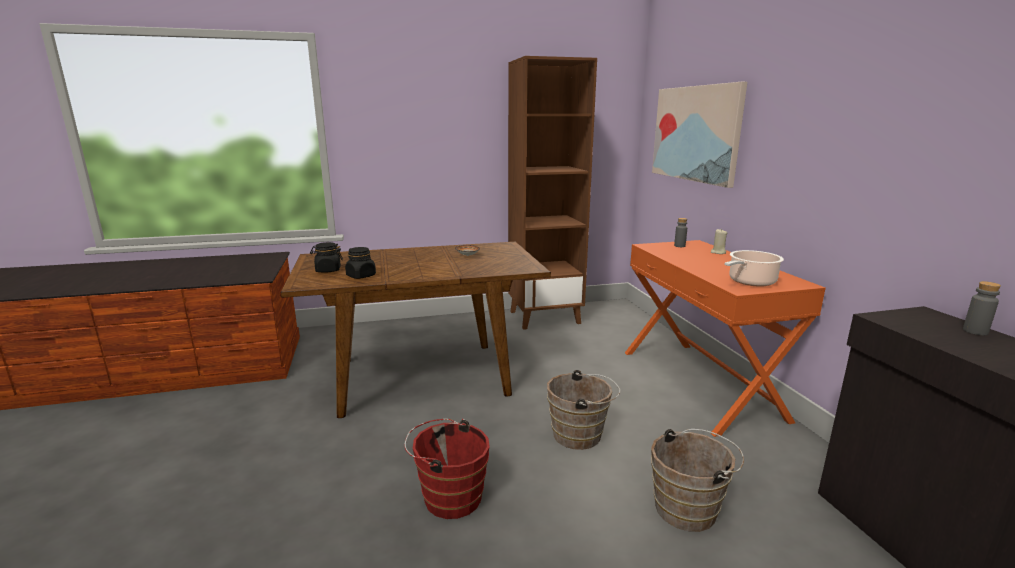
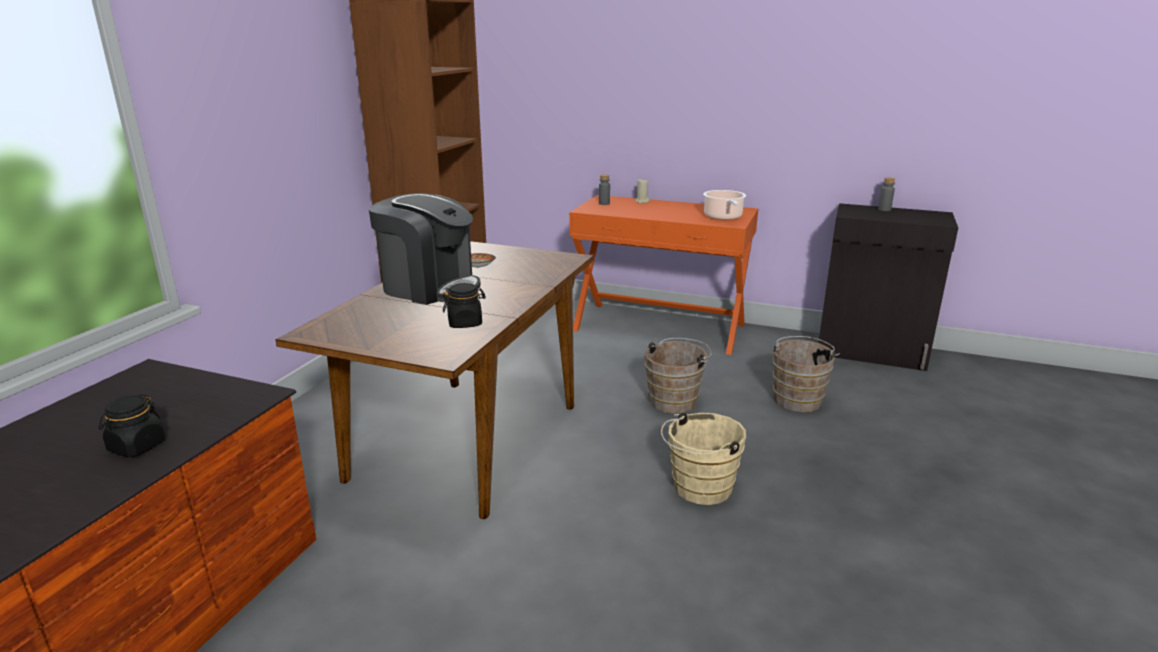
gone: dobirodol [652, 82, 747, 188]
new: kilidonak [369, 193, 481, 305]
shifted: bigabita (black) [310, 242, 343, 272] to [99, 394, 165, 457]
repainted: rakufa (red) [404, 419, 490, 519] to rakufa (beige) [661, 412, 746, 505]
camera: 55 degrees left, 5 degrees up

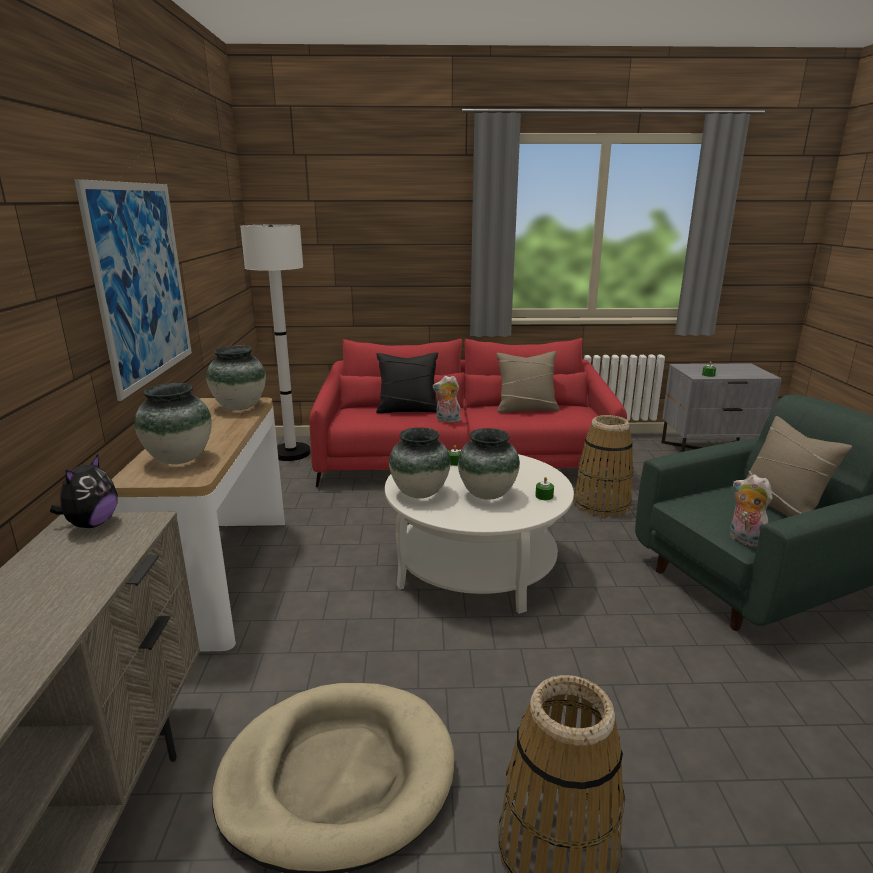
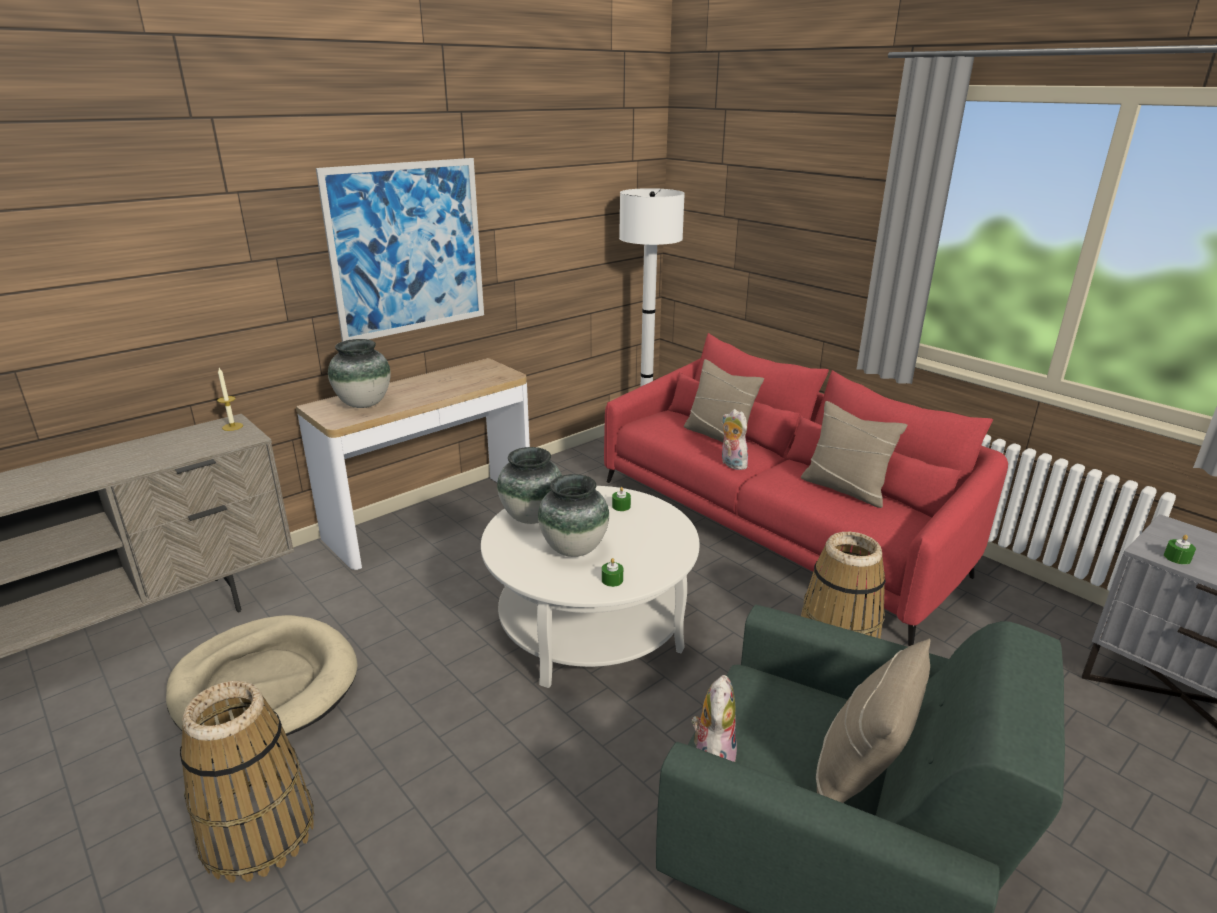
gone: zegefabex [206, 346, 266, 410]
swapped: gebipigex [50, 454, 118, 528] to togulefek [217, 368, 243, 431]
repainted: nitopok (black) [376, 352, 438, 413] to nitopok (beige) [684, 359, 764, 442]
camera: 50 degrees right, 5 degrees up

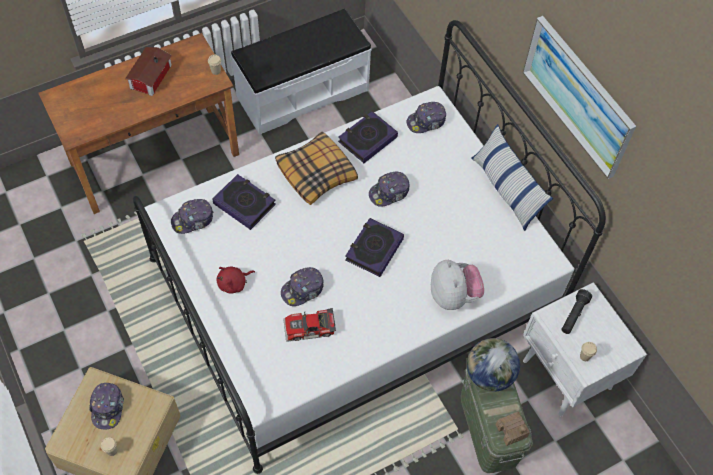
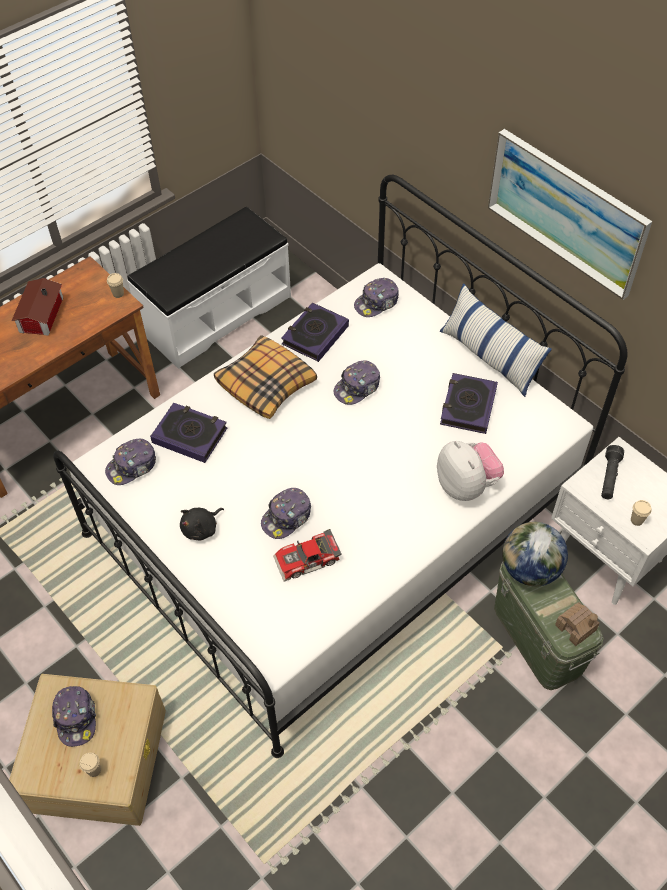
shifted: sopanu [345, 218, 404, 277] to [440, 373, 498, 434]
repainted: gebipigex (red) [216, 266, 255, 294] to gebipigex (black) [180, 508, 224, 540]
camera: 10 degrees left, 5 degrees down

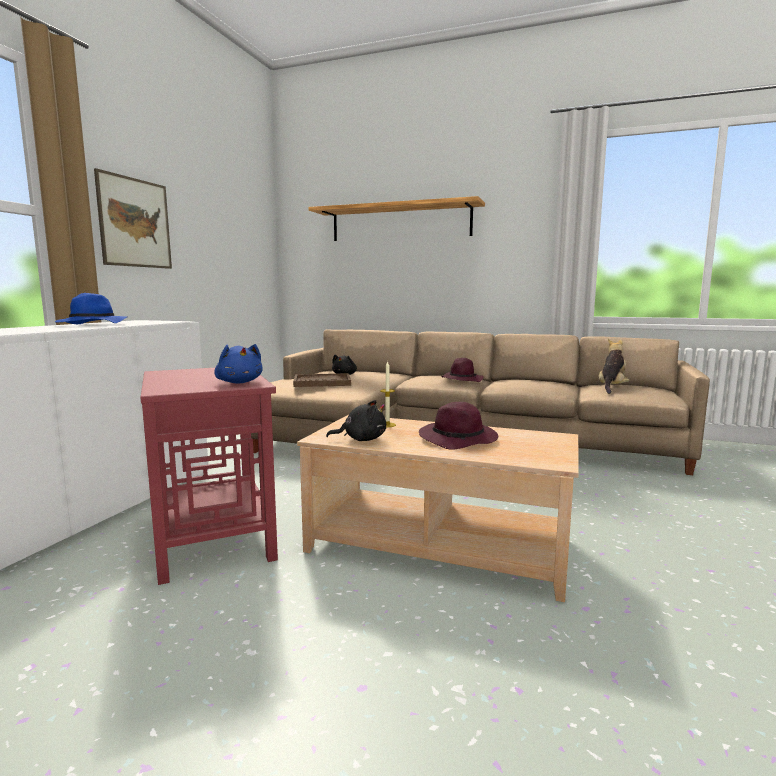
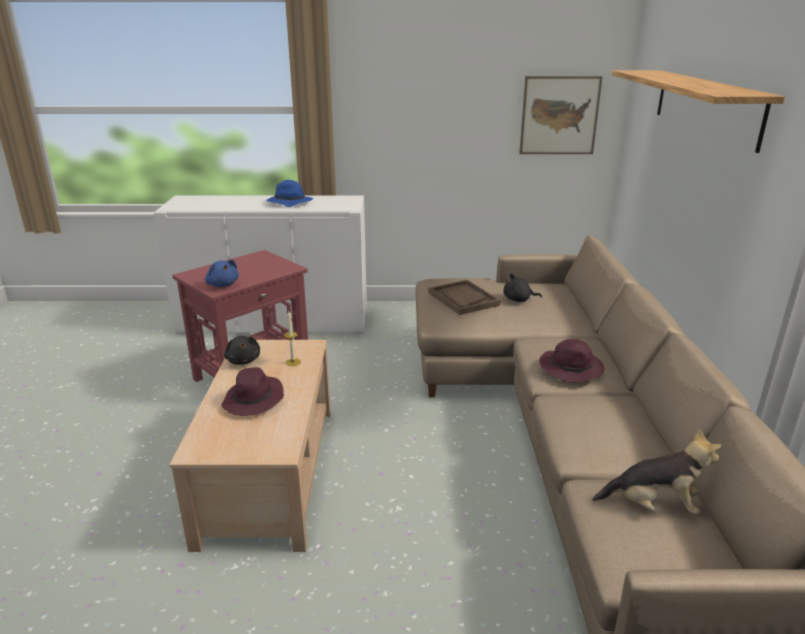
shifted: dobirodol [94, 168, 172, 269] to [519, 76, 603, 154]
rotated: gebipigex (blue) [214, 344, 263, 383] = [205, 260, 239, 287] 75 degrees counterclockwise
camera: 70 degrees right, 15 degrees up

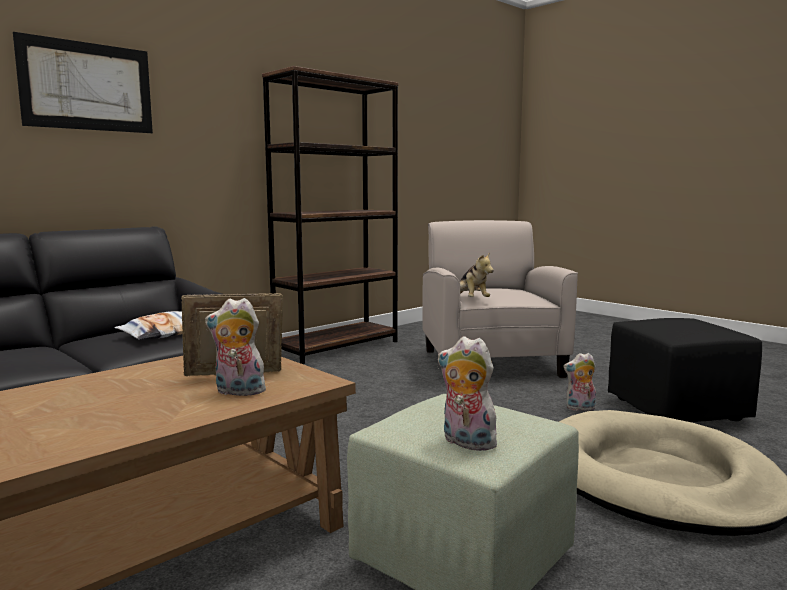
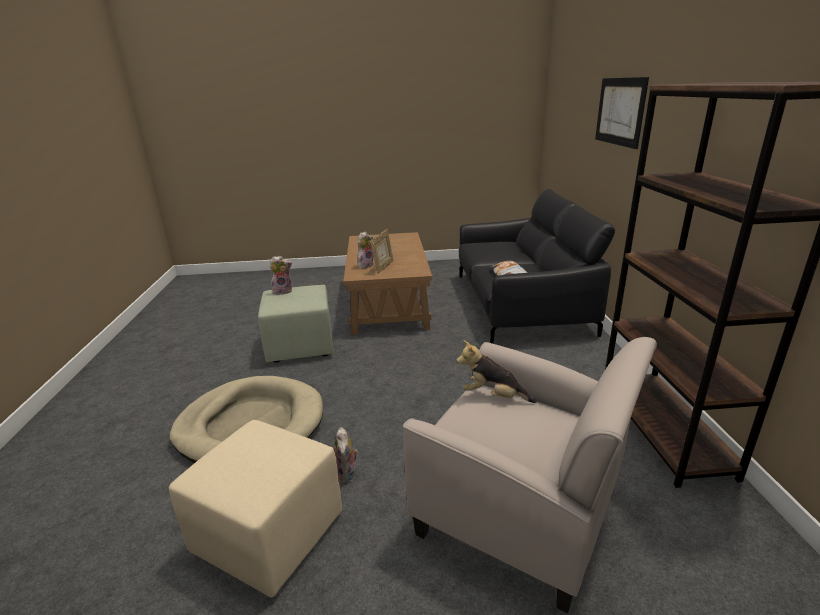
repainted: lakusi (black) [608, 318, 762, 422] to lakusi (beige) [168, 420, 343, 597]
rotated: gebipigex [563, 353, 596, 411] = [335, 427, 358, 484] 135 degrees clockwise
camera: 130 degrees right, 15 degrees up

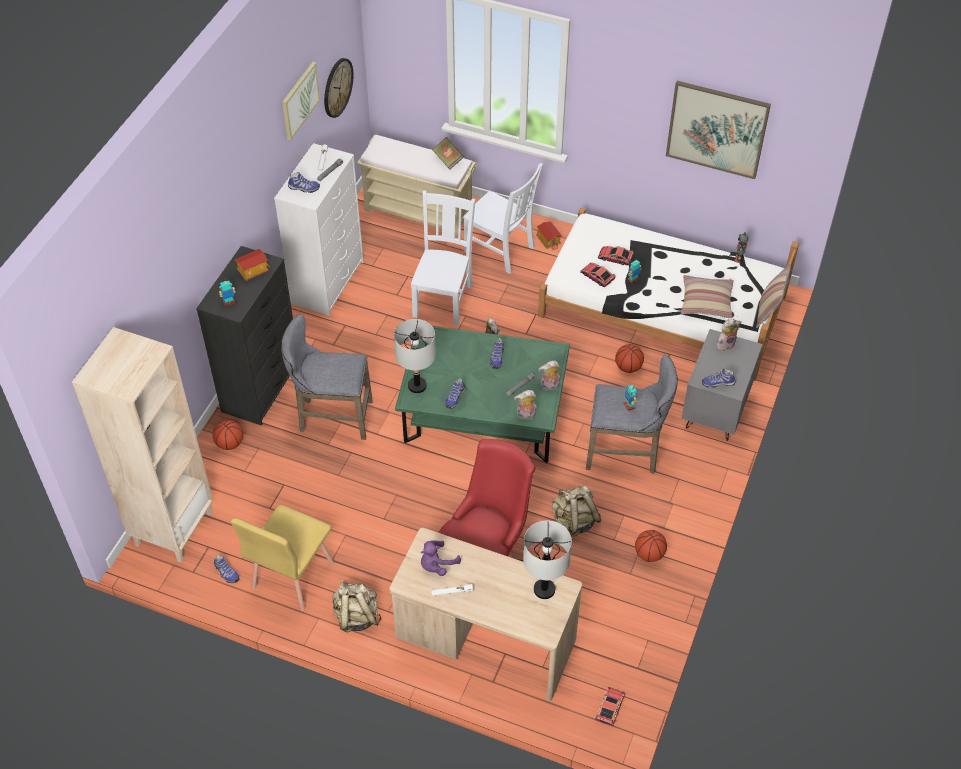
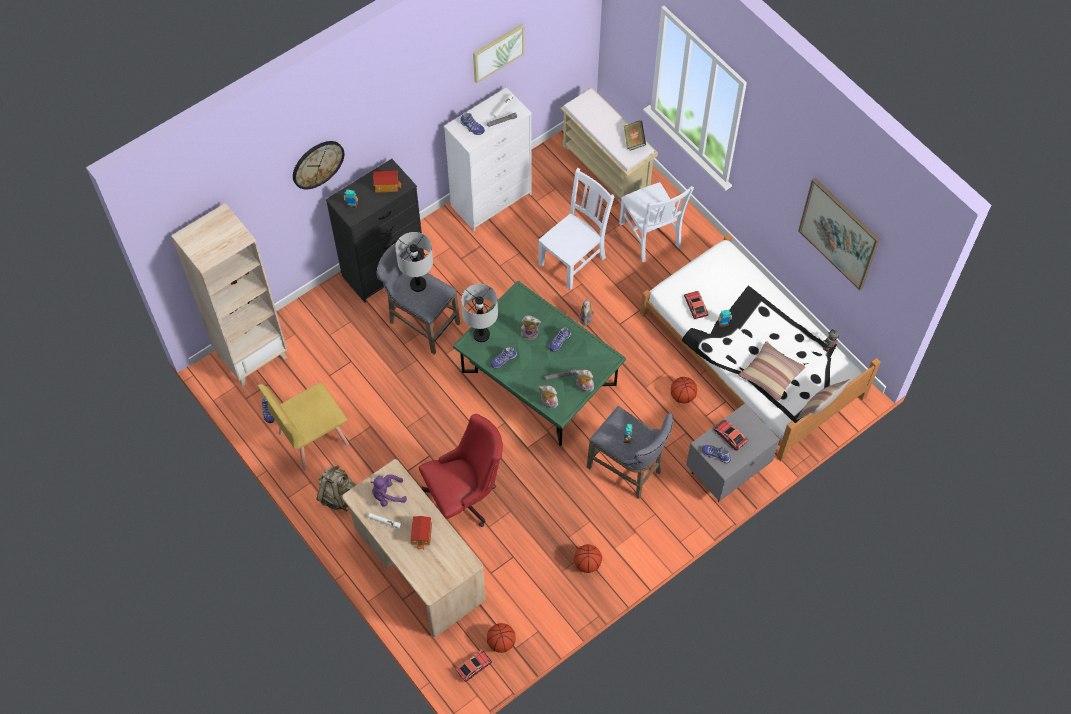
gone: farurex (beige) [552, 485, 601, 537]
shifted: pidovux [324, 58, 354, 118] to [293, 141, 344, 189]; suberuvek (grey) [523, 521, 572, 599] to [395, 232, 433, 292]; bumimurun [536, 221, 562, 251] to [411, 516, 432, 549]; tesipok [213, 420, 243, 450] to [487, 623, 516, 653]; gebipigex [717, 319, 742, 351] to [521, 315, 541, 340]; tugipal [598, 246, 634, 265] to [714, 420, 748, 451]
camera: 30 degrees right, 10 degrees up

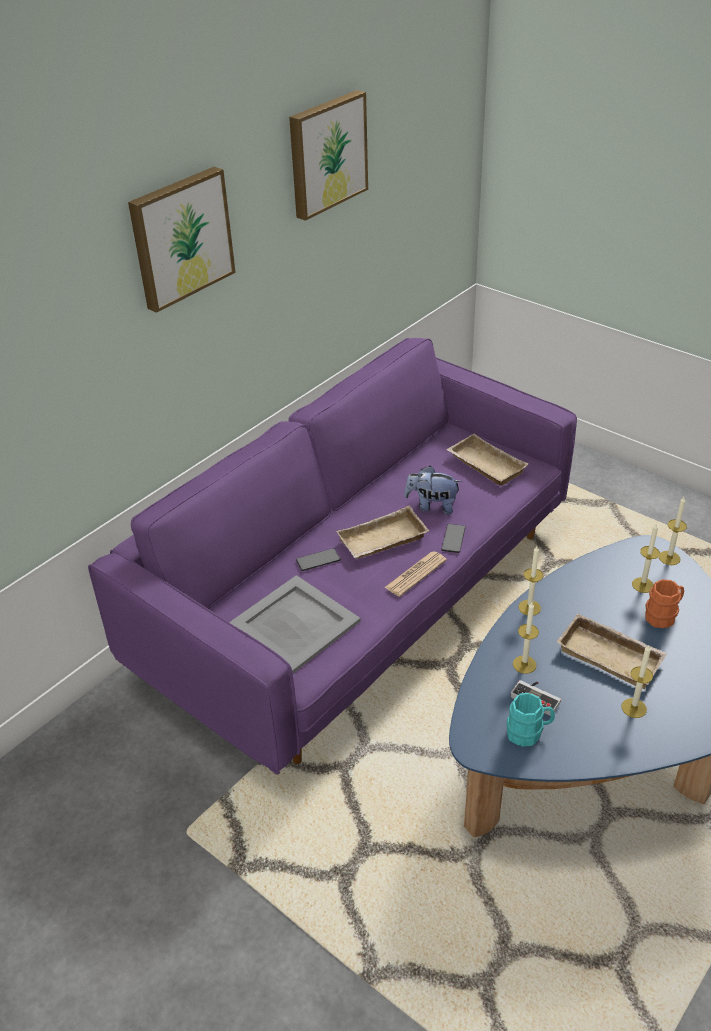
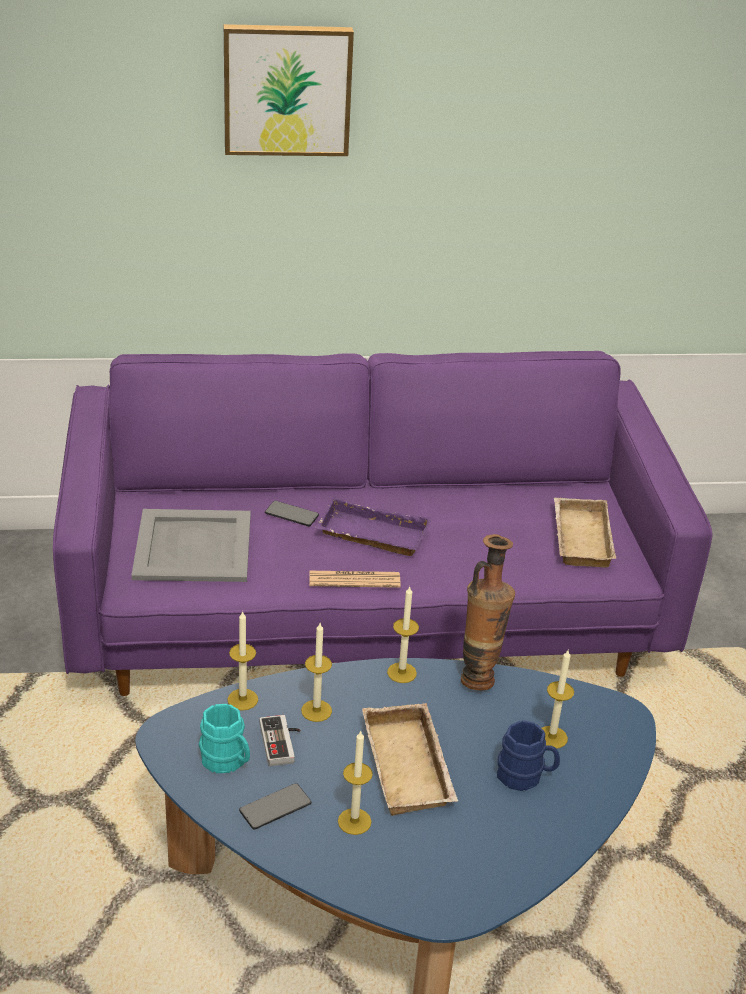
gone: dobirodol [289, 90, 368, 221]; gebipigex [404, 466, 462, 515]
new: zegefabex [461, 534, 515, 690]
shifted: togulefek [659, 497, 687, 565] to [228, 611, 258, 710]; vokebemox [441, 524, 466, 553] to [239, 783, 311, 830]
repainted: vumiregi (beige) [336, 506, 429, 559] to vumiregi (purple) [315, 497, 432, 556]; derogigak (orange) [645, 579, 684, 628] to derogigak (blue) [497, 720, 560, 791]
camera: 40 degrees right, 5 degrees down

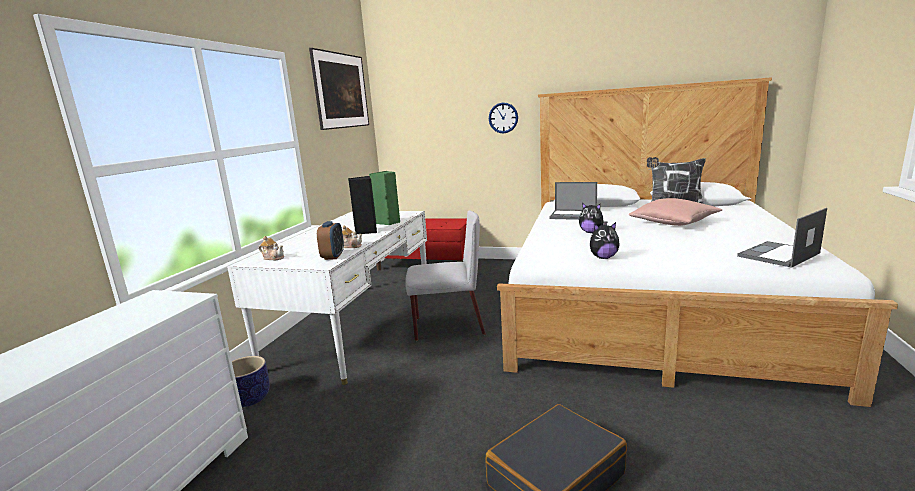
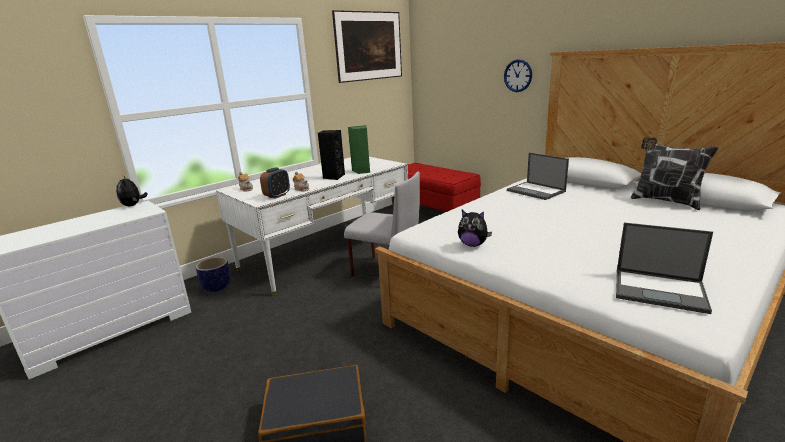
gone: nitopok (pink) [629, 198, 722, 226]
shifted: gebipigex [579, 203, 608, 233] to [116, 175, 148, 206]
rotated: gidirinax [737, 208, 827, 268] = [616, 223, 713, 314] 150 degrees counterclockwise
camera: 30 degrees right, 5 degrees up

